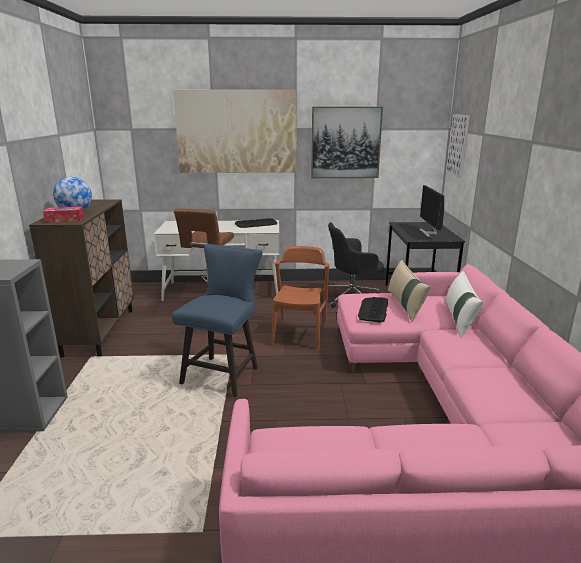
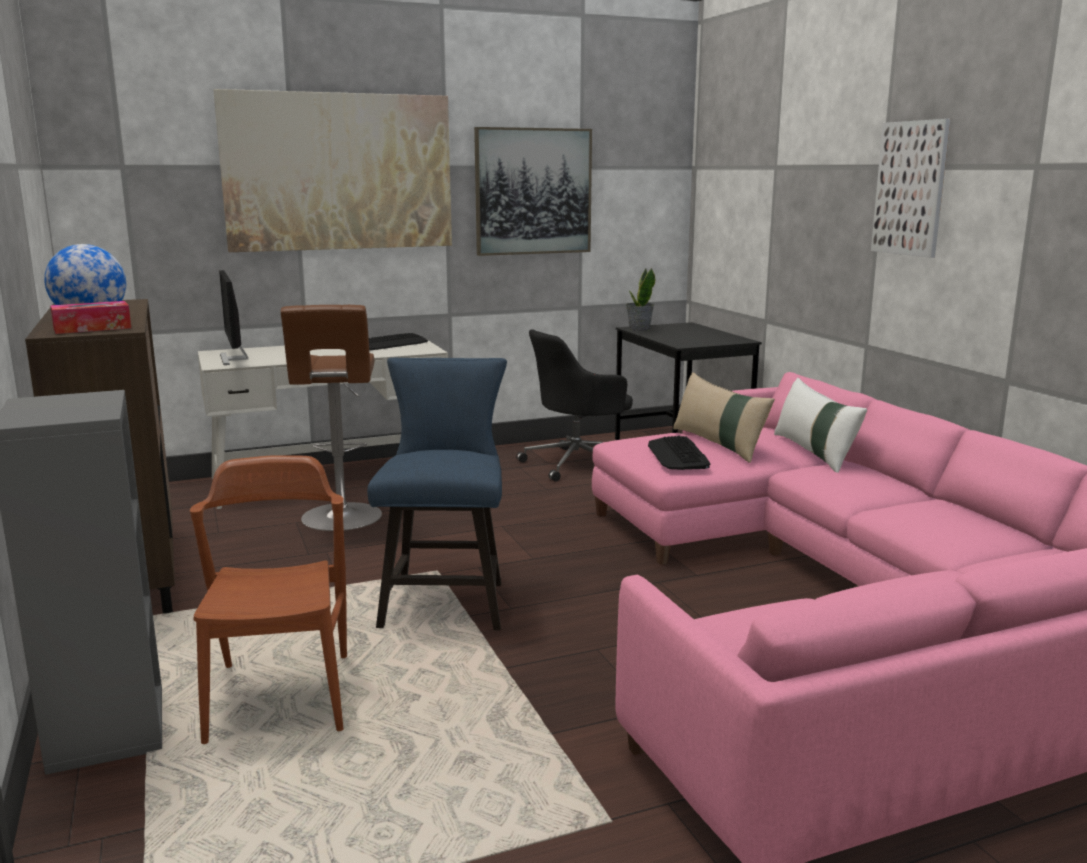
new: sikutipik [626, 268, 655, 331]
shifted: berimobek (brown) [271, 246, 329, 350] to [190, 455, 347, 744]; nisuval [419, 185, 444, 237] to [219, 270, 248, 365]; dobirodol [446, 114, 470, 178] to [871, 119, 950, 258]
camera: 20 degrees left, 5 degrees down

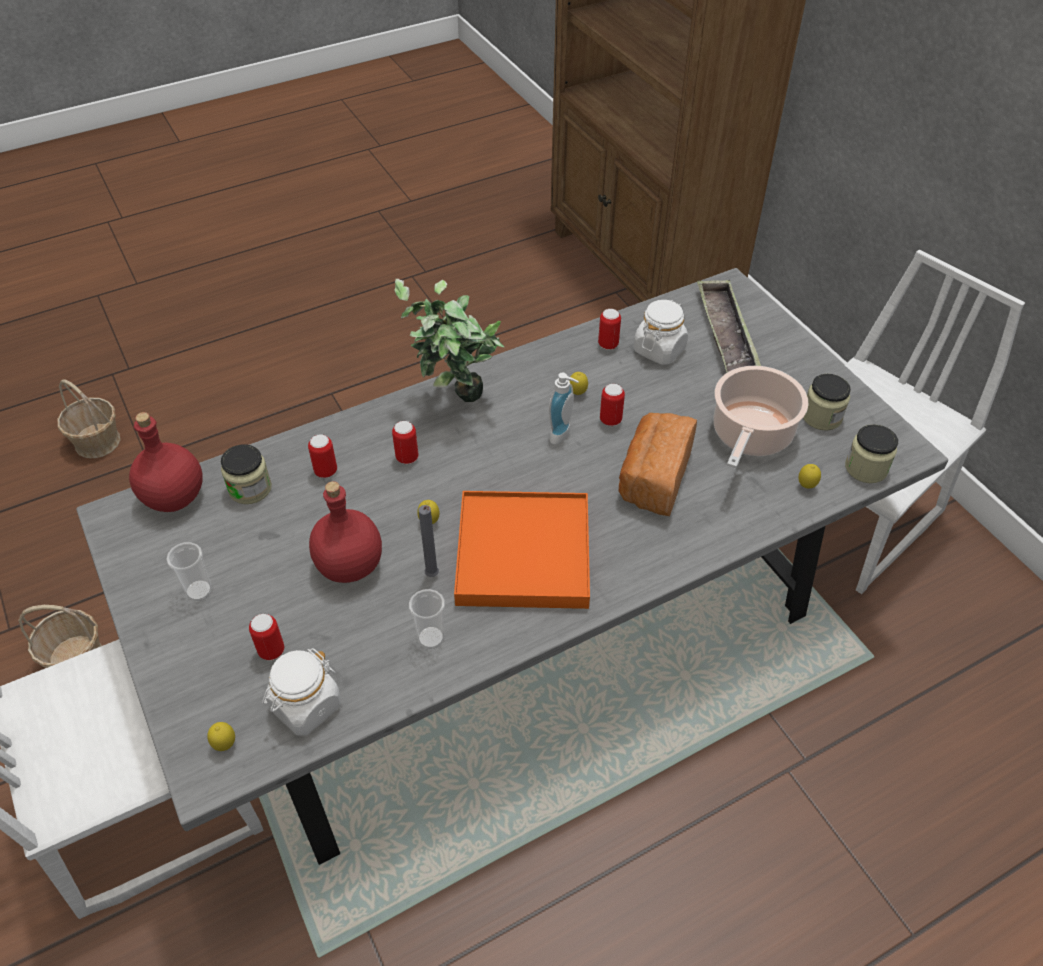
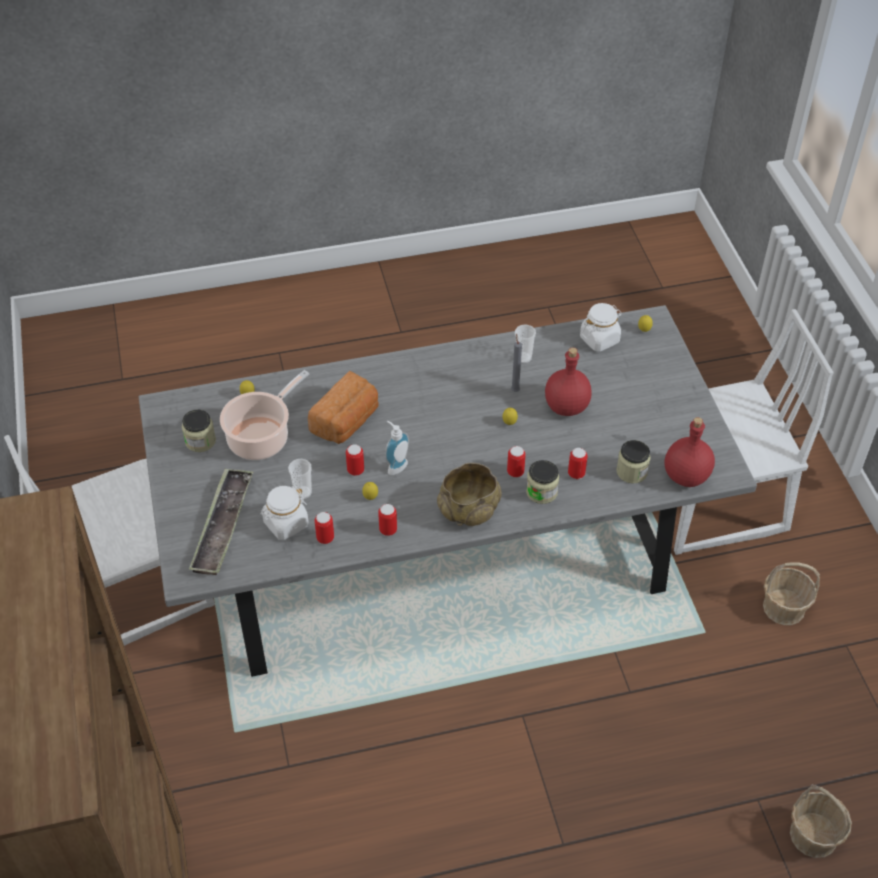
gone: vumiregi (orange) [454, 491, 590, 609]
shifted: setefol [166, 542, 212, 601] to [288, 459, 312, 499]; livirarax [249, 614, 284, 660] to [378, 504, 397, 536]; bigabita [845, 424, 898, 483] to [526, 460, 559, 504]
swapped: sikutipik [394, 279, 504, 402] to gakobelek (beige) [437, 463, 502, 526]
camera: 165 degrees left, 0 degrees up

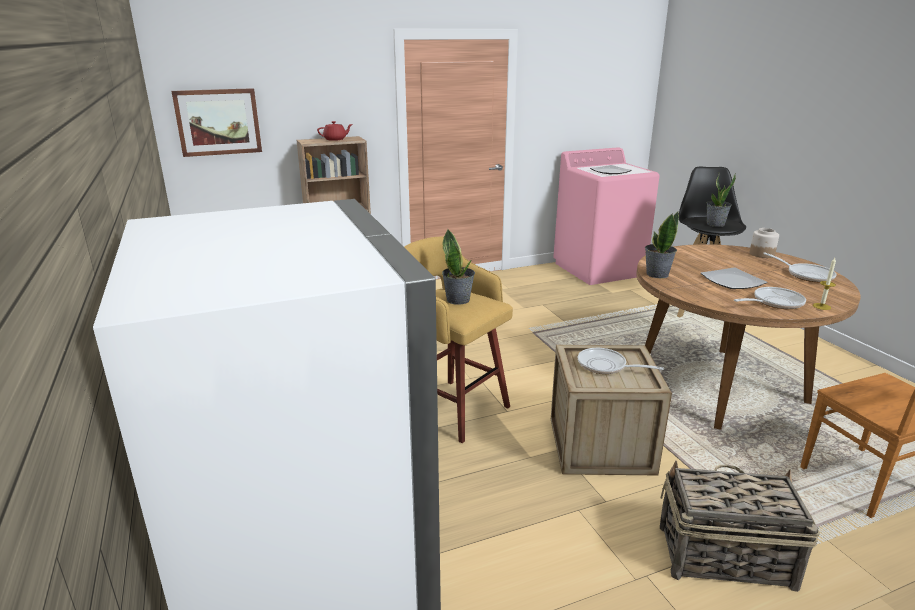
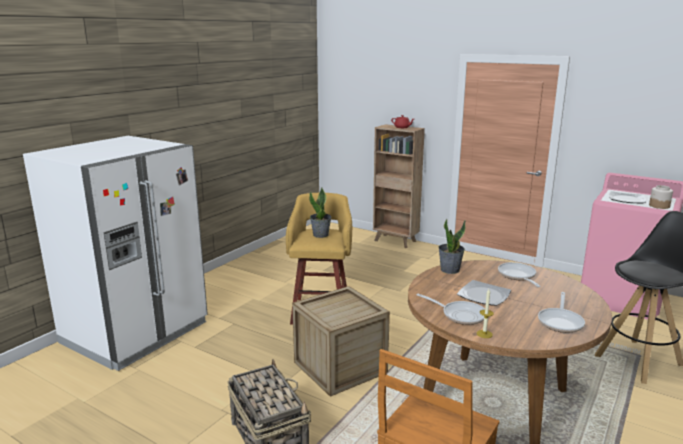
gone: dobirodol [172, 88, 262, 157]; sikutipik [707, 173, 736, 227]
shifted: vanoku [578, 348, 664, 374] to [498, 262, 540, 287]; bigabita [750, 228, 779, 258] to [649, 185, 673, 209]
camera: 55 degrees right, 5 degrees down

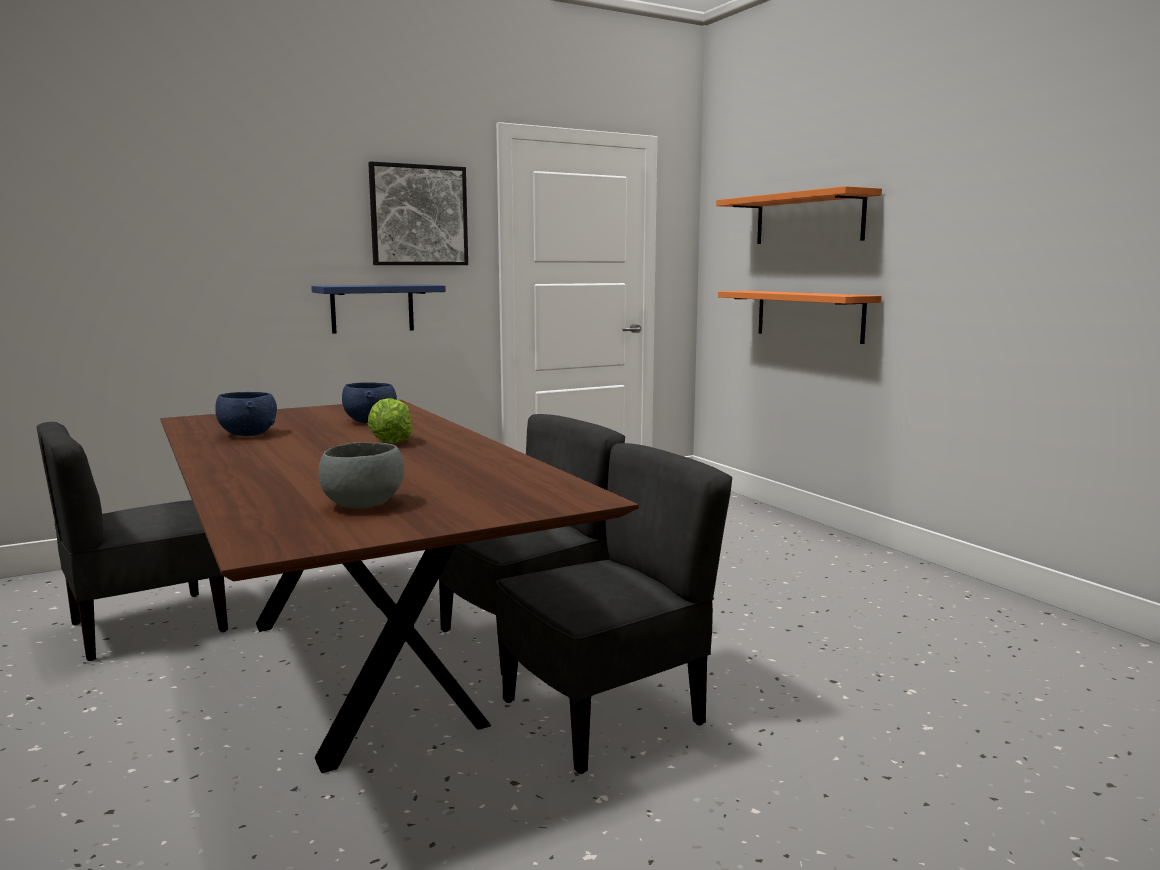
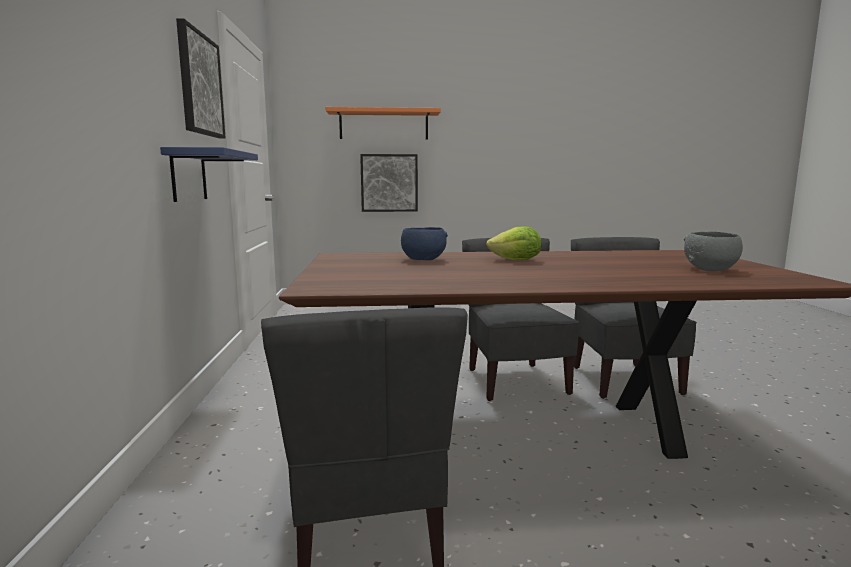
gone: gakobelek (blue) [215, 392, 277, 436]
swapped: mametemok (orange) [718, 291, 882, 344] to dobirodol [360, 154, 418, 212]
camera: 65 degrees left, 0 degrees up

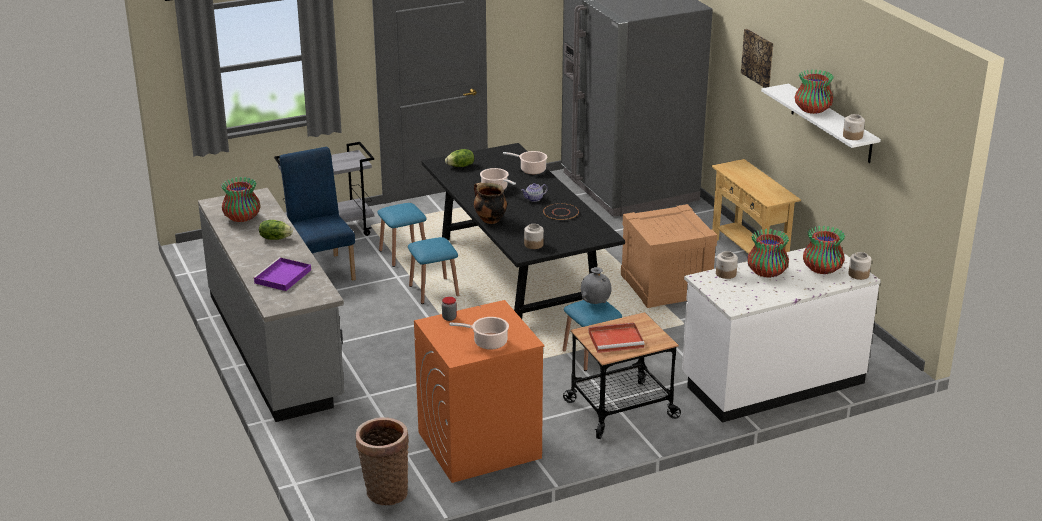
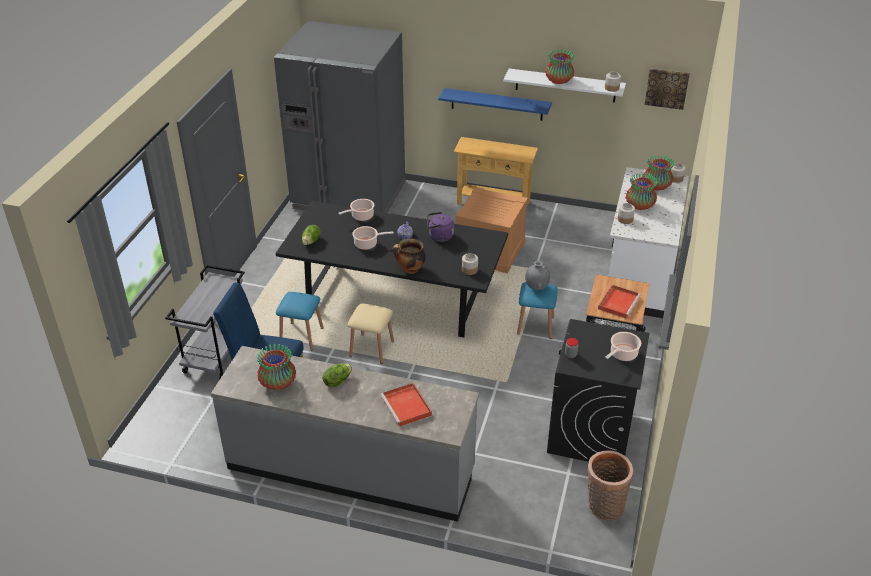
new: mametemok (blue) [438, 88, 552, 121]
shifted: dobirodol [741, 29, 773, 88] to [644, 68, 690, 110]
swapped: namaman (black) [543, 203, 579, 221] to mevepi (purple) [427, 212, 454, 242]
repainted: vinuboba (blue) [408, 237, 459, 304] to vinuboba (beige) [347, 304, 394, 364]; vumiregi (purple) [253, 257, 311, 291] to vumiregi (red) [380, 383, 432, 427]; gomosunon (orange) [414, 300, 545, 483] to gomosunon (black) [547, 319, 650, 462]
camera: 50 degrees left, 10 degrees up

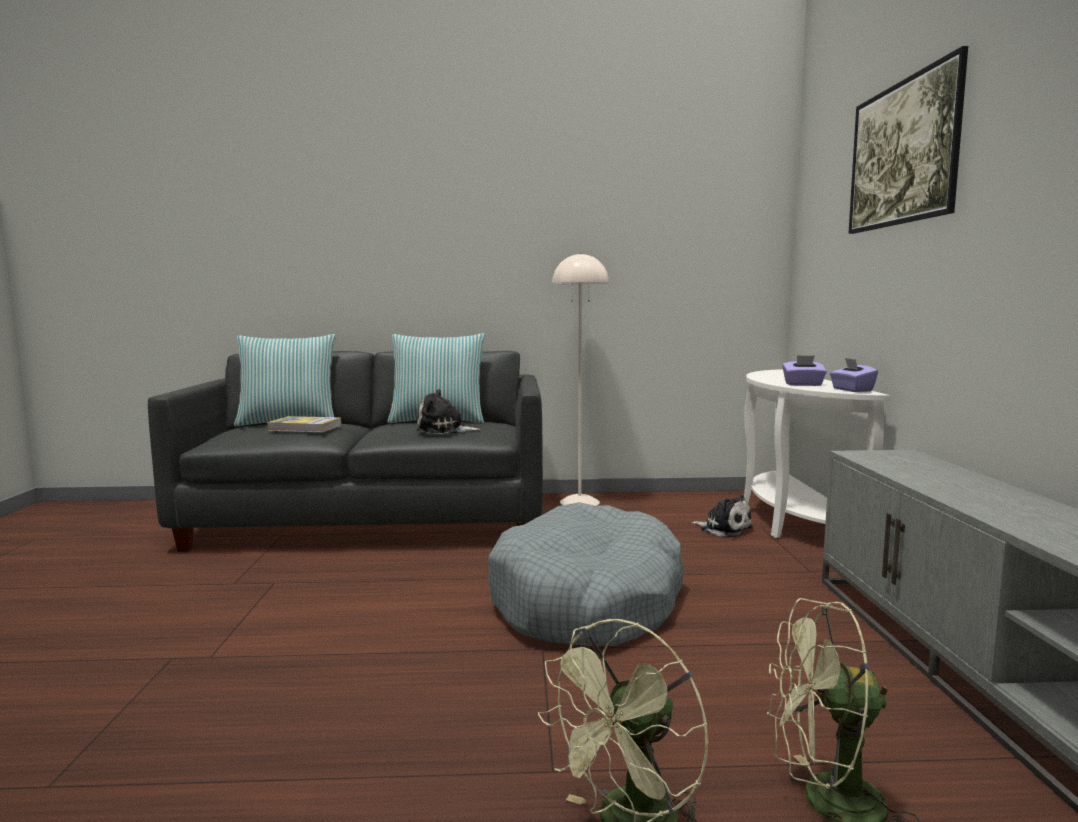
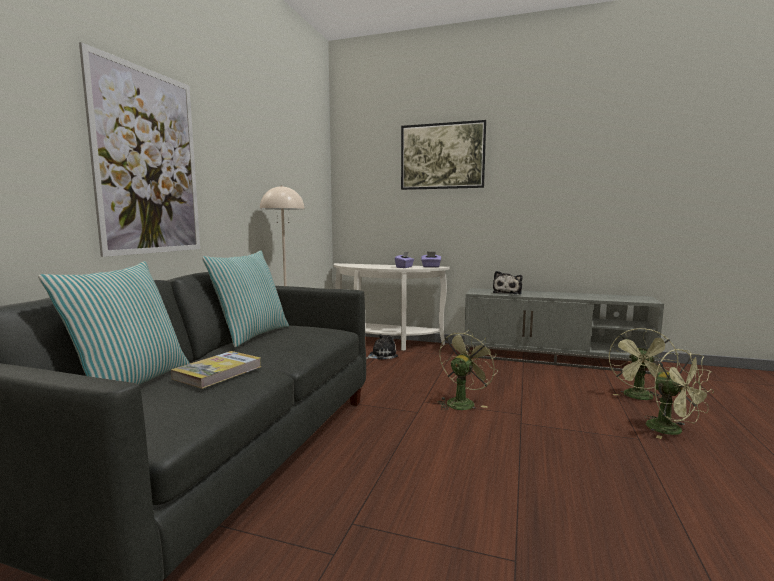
new: dobirodol [79, 42, 200, 257]
shifted: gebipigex [416, 389, 481, 434] to [493, 271, 522, 294]
swapped: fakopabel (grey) [488, 502, 684, 646] to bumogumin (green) [437, 330, 498, 410]
camera: 70 degrees left, 0 degrees up

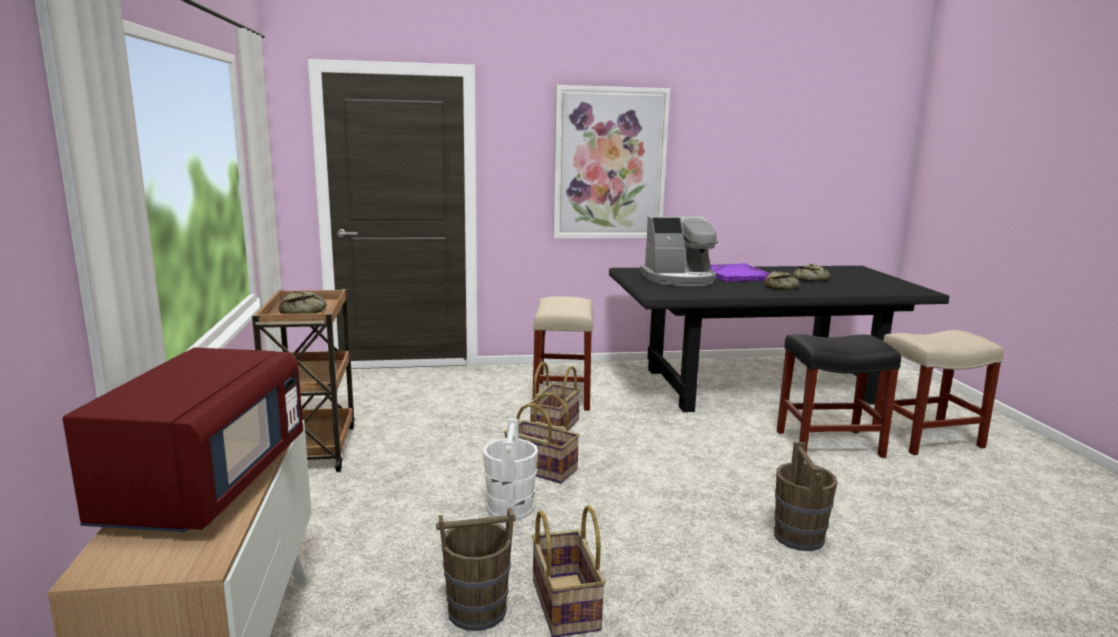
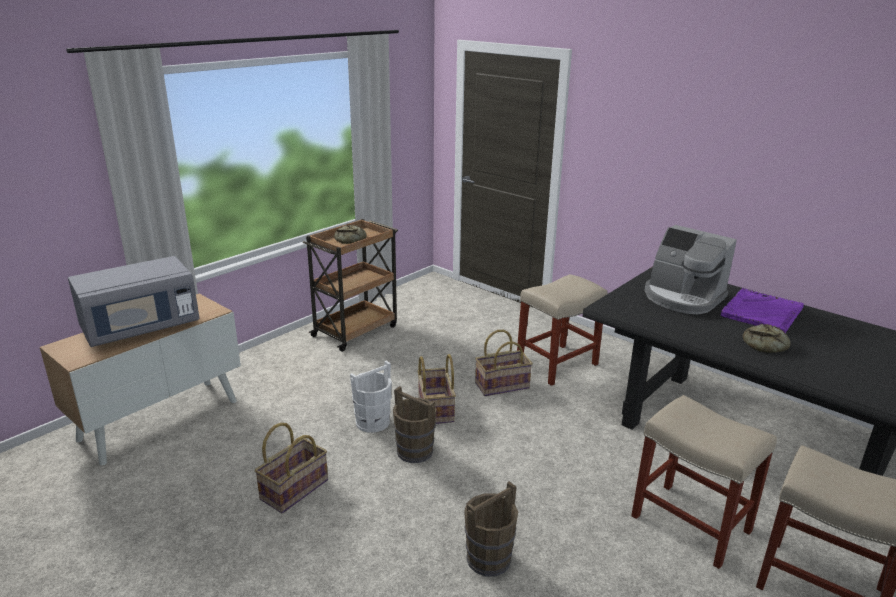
gone: dobirodol [553, 85, 670, 239]; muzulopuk [793, 264, 831, 282]
shifted: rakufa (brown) [436, 508, 516, 631] to [393, 386, 437, 463]
repainted: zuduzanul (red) [63, 348, 303, 532] to zuduzanul (grey) [68, 256, 200, 347]; vinuboba (black) [777, 334, 901, 458] to vinuboba (beige) [631, 395, 777, 569]
camera: 50 degrees right, 10 degrees up

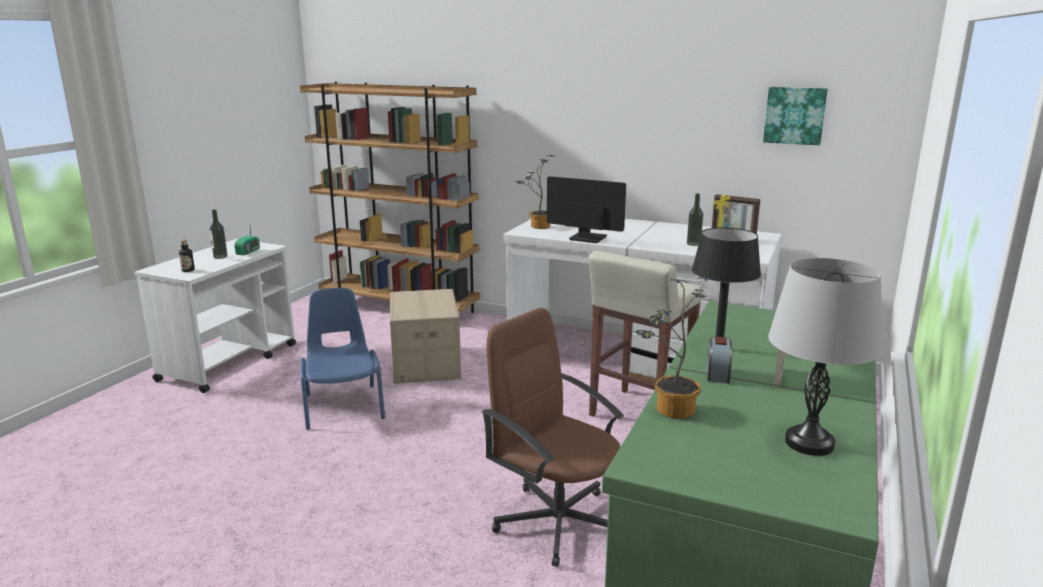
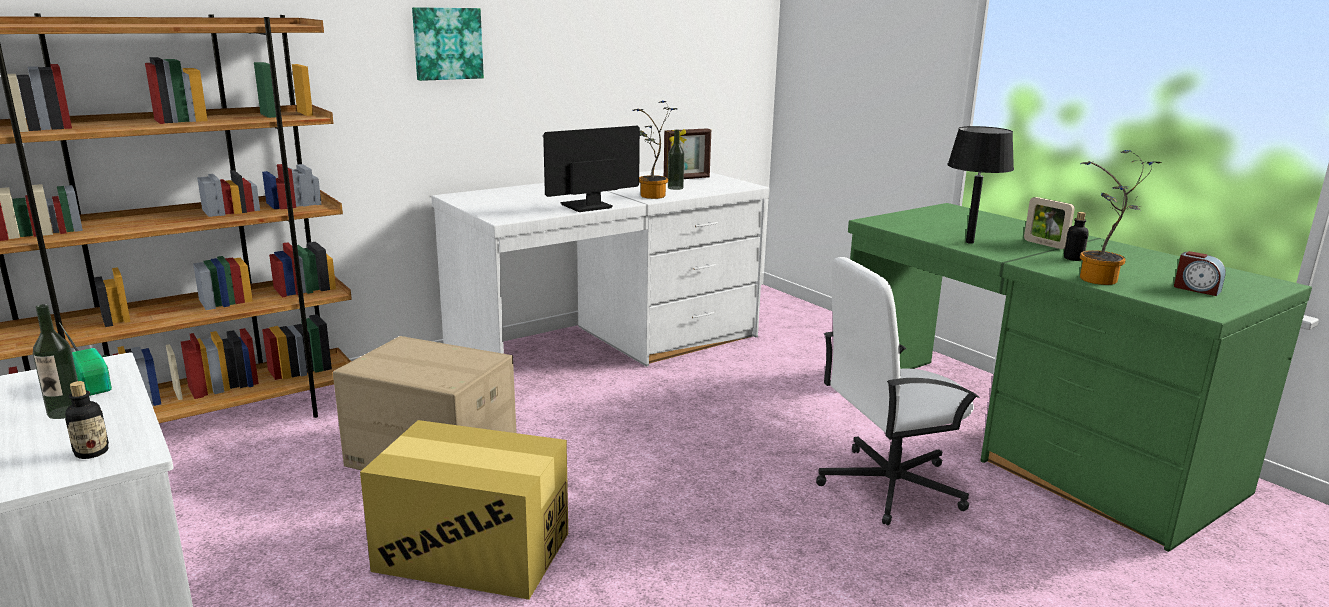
gone: vinuboba (beige) [588, 251, 703, 416]; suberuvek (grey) [768, 258, 883, 456]
new: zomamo [1064, 212, 1089, 261]
shifted: dobirodol [763, 87, 828, 145] to [412, 7, 484, 81]; sikutipik [515, 155, 553, 229] to [633, 101, 678, 199]; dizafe [707, 337, 732, 383] to [1174, 251, 1226, 296]
swapped: berimobek (blue) [300, 288, 385, 430] to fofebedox [360, 420, 568, 600]
repainted: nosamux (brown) [482, 308, 624, 567] to nosamux (white) [816, 257, 979, 525]
camera: 60 degrees left, 0 degrees up

